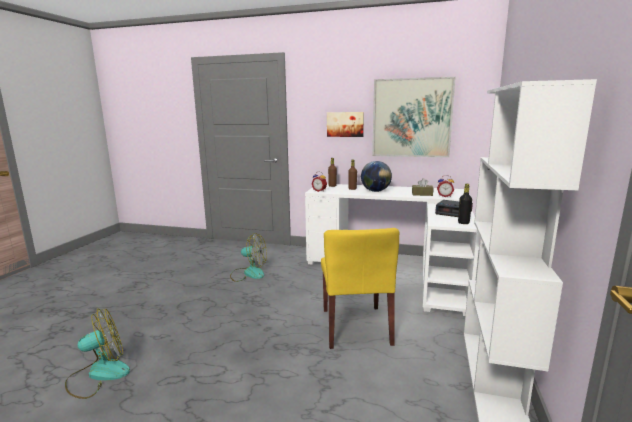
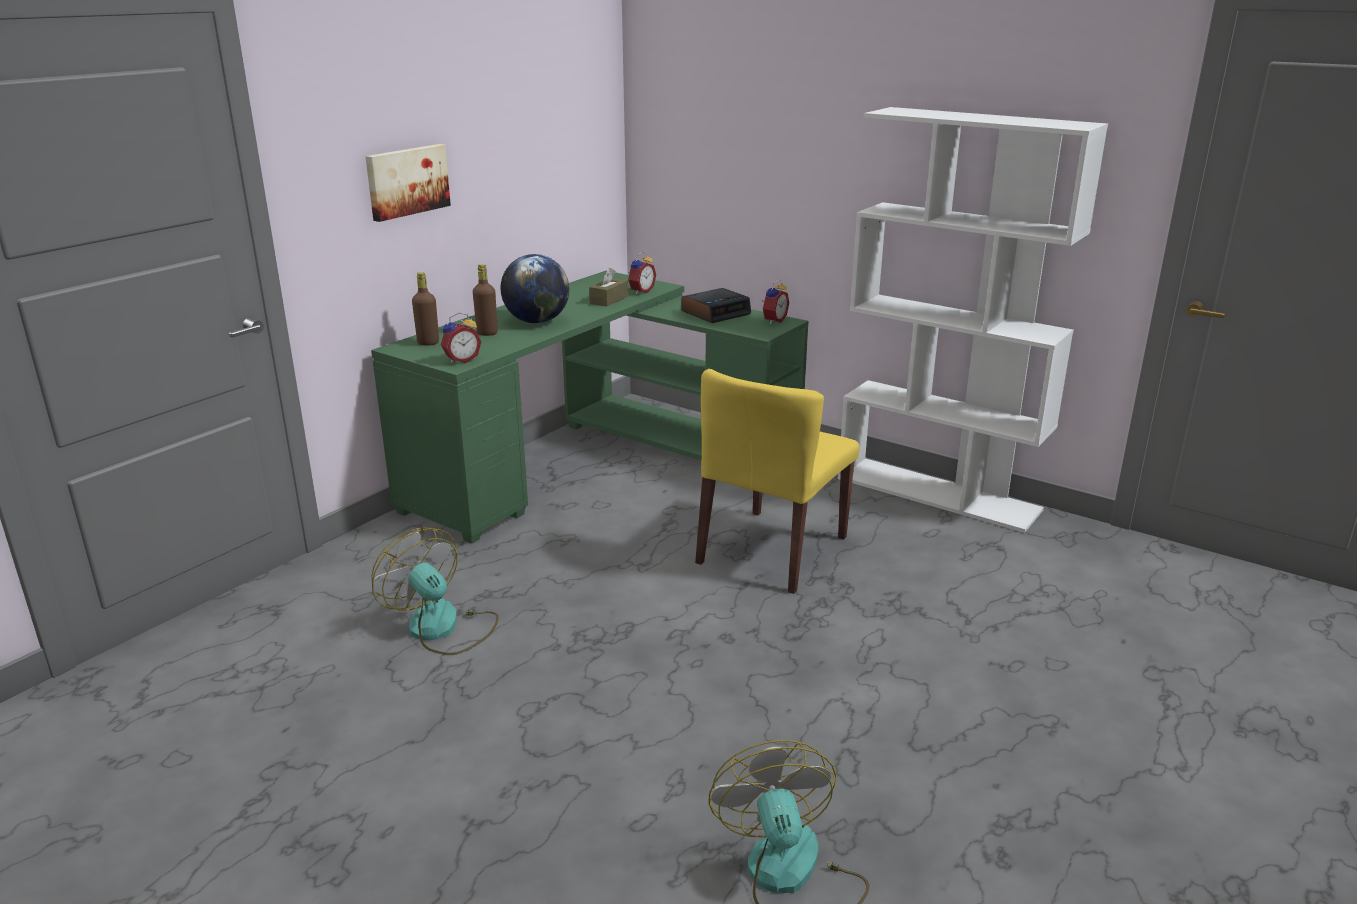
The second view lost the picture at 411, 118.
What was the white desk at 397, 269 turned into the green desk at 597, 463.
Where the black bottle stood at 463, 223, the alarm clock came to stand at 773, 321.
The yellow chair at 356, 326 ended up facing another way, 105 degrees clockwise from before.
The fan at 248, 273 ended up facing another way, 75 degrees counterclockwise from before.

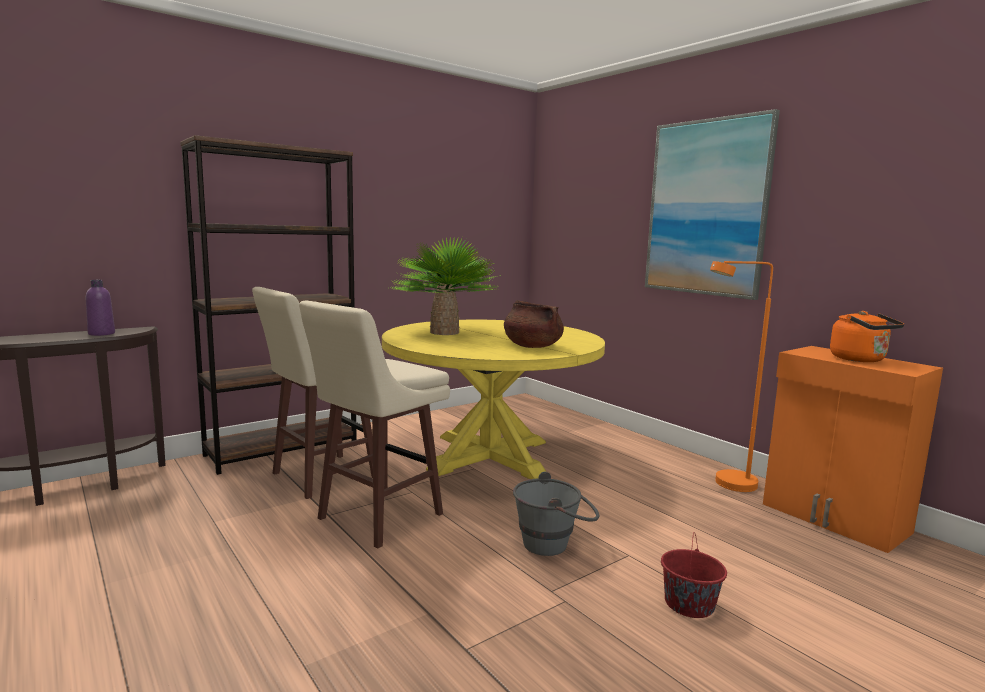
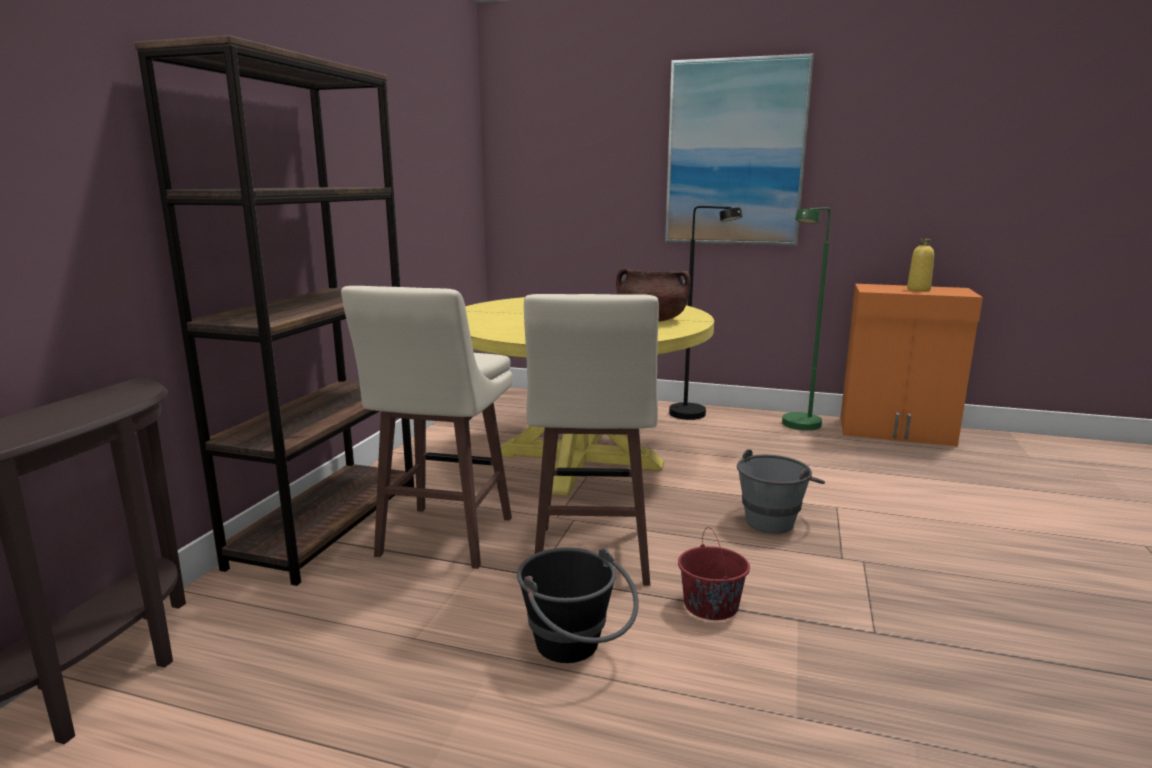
The second view lost the potted plant at 444, 332.
What was the orange floor lamp at 727, 485 turned into the green floor lamp at 798, 427.
The second view lost the purple bottle at 101, 333.
Where the orange kettle stood at 861, 360, the yellow bottle came to stand at 918, 289.
The red bucket ended up elsewhere, having gone from 689, 604 to 711, 606.
The second view gained the black floor lamp at 695, 416.
The second view gained the black bucket at 576, 649.

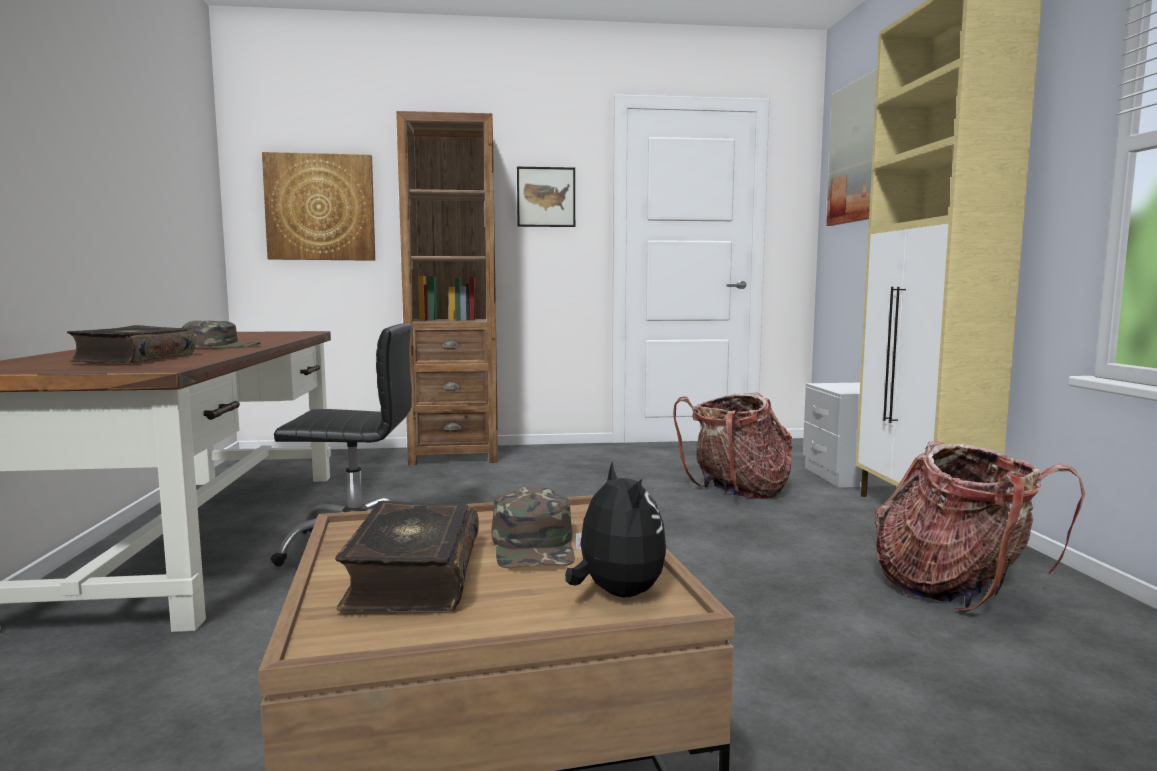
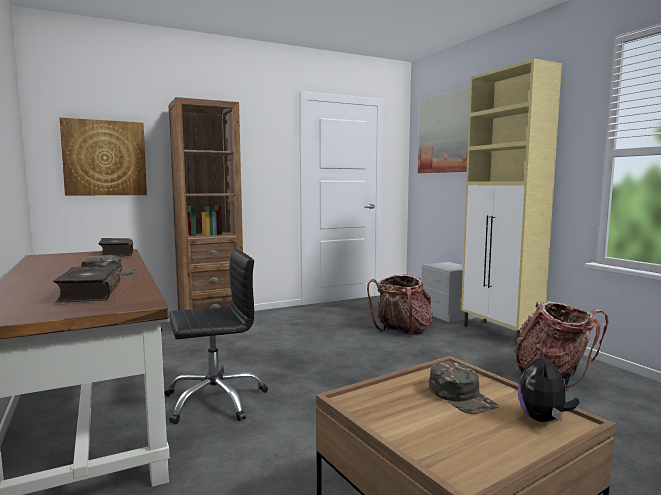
The second view lost the picture at 546, 197.
The plush toy at 615, 593 ended up facing another way, 120 degrees counterclockwise from before.
The book ended up elsewhere, having gone from 412, 576 to 116, 254.

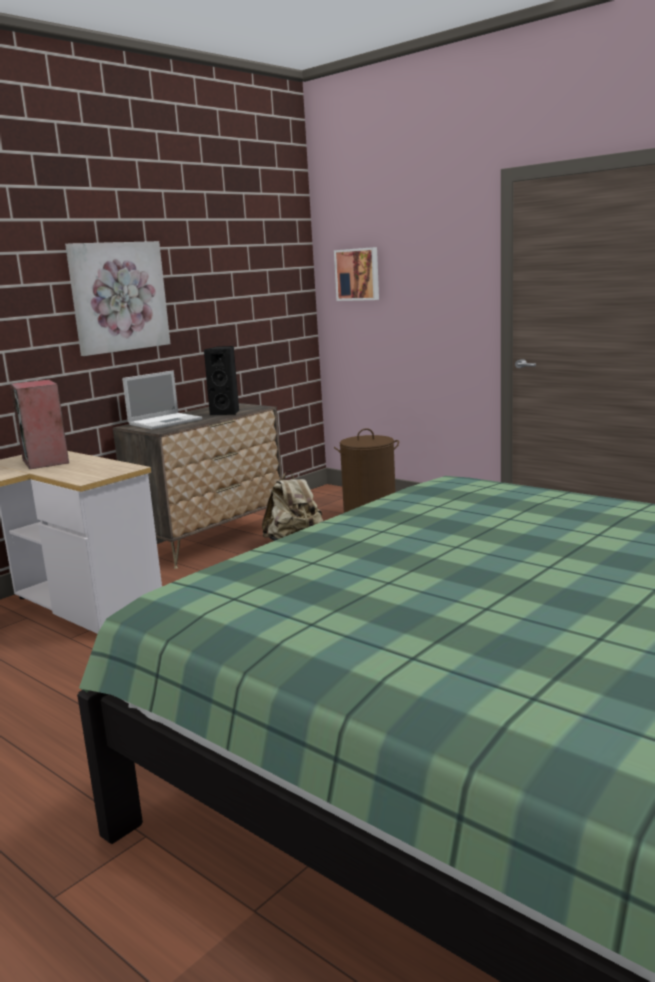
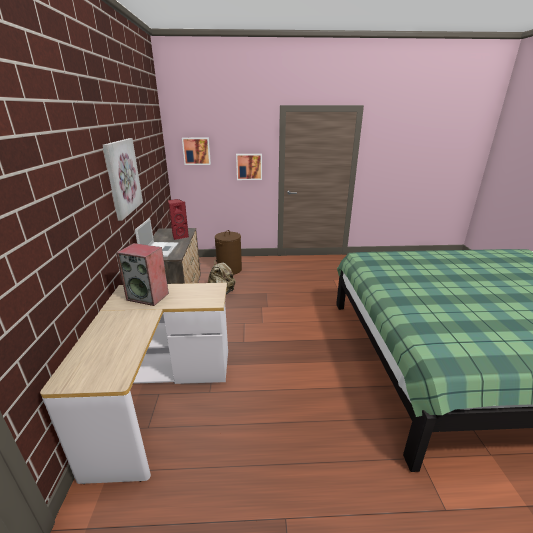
What was the black speaker at 227, 412 turned into the red speaker at 179, 236.
The second view gained the picture at 249, 166.

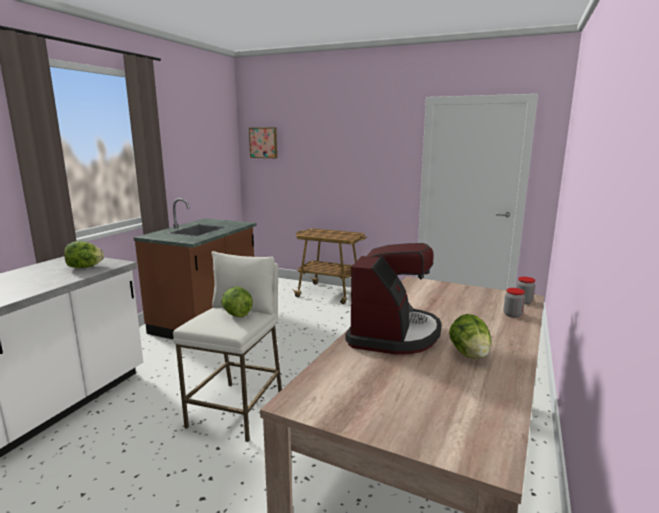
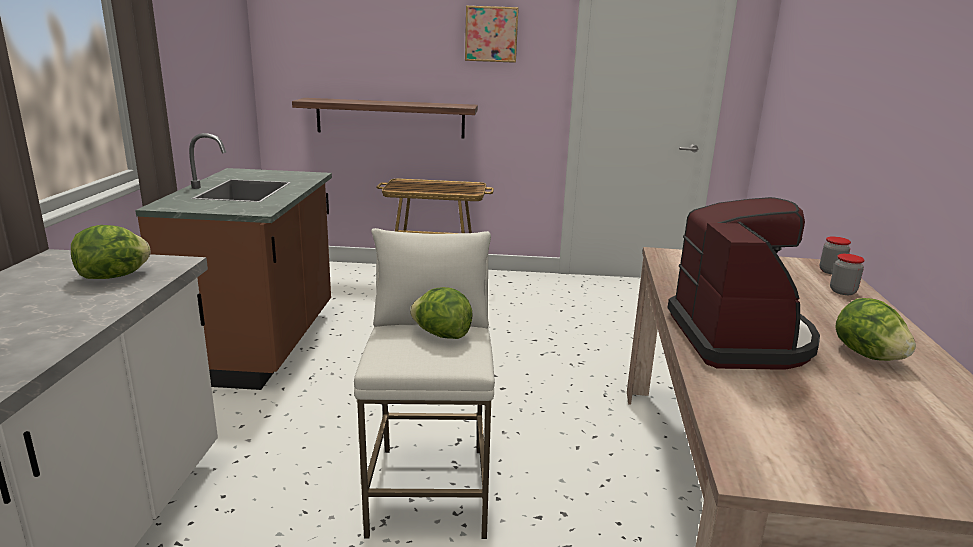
The picture ended up elsewhere, having gone from 264, 142 to 491, 34.
The second view gained the shelf at 390, 118.

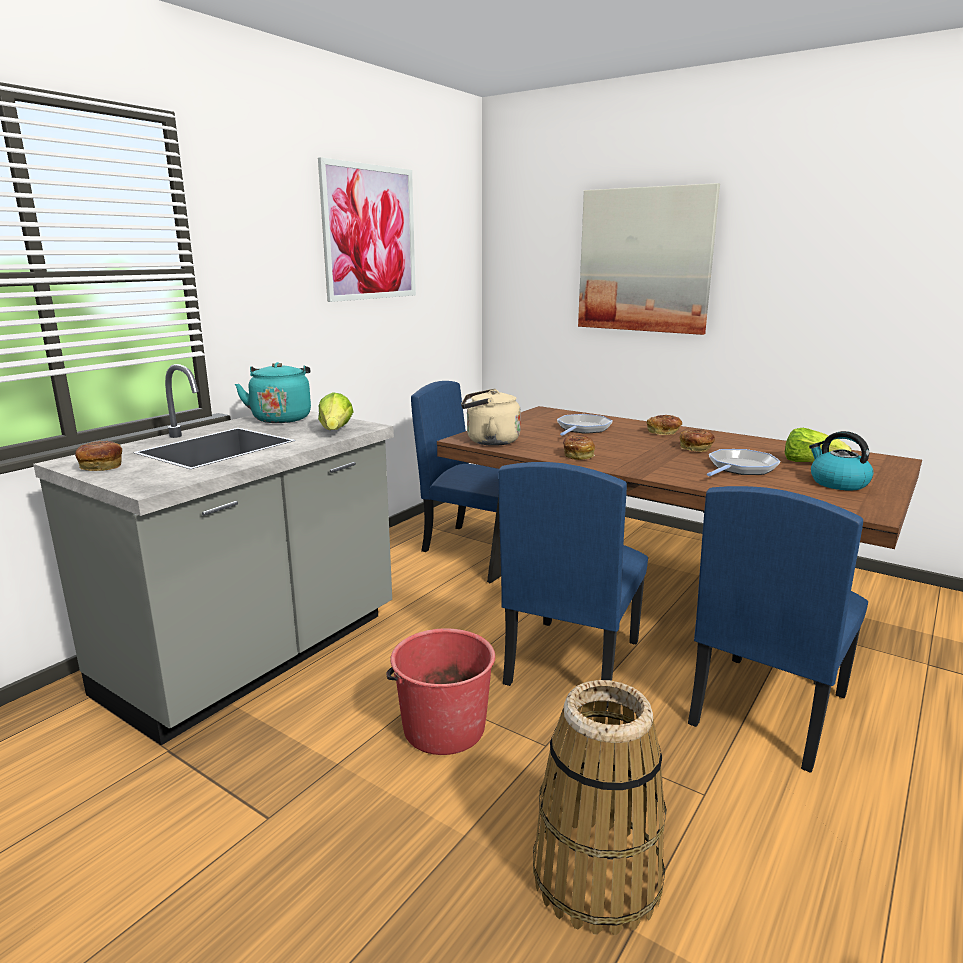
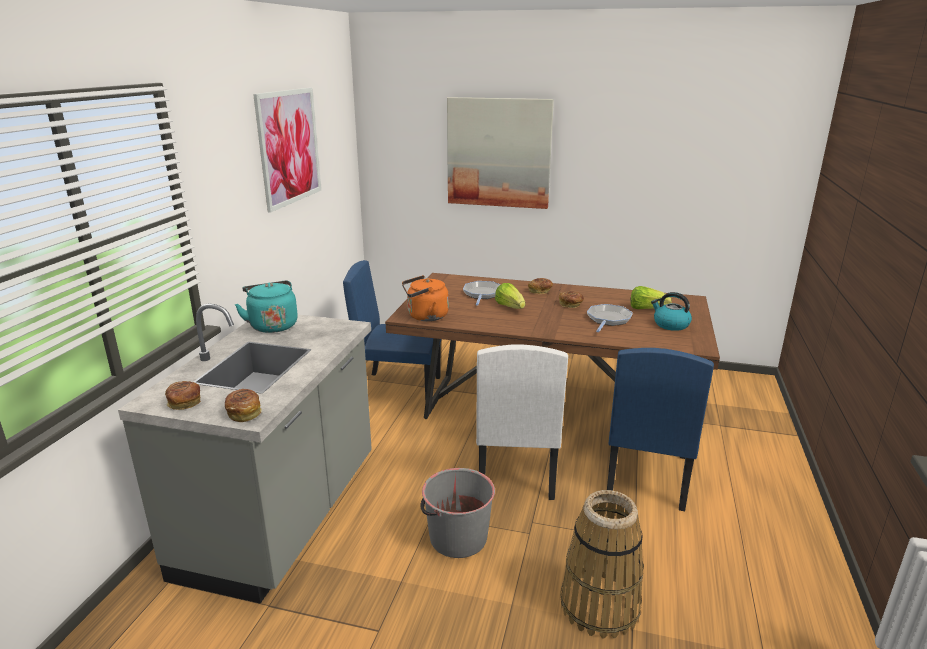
What was the beige kettle at 489, 441 turned into the orange kettle at 425, 316.
The lettuce ended up elsewhere, having gone from 335, 431 to 510, 307.
The bread ended up elsewhere, having gone from 578, 455 to 244, 413.
What was the blue chair at 571, 662 turned into the white chair at 515, 470.
What was the red bucket at 443, 728 turned into the grey bucket at 457, 538.

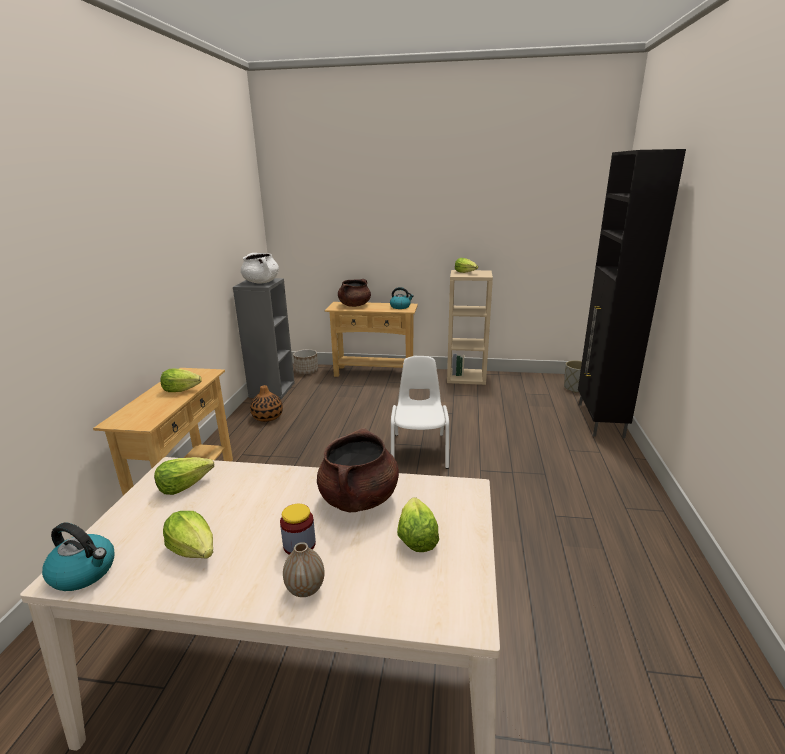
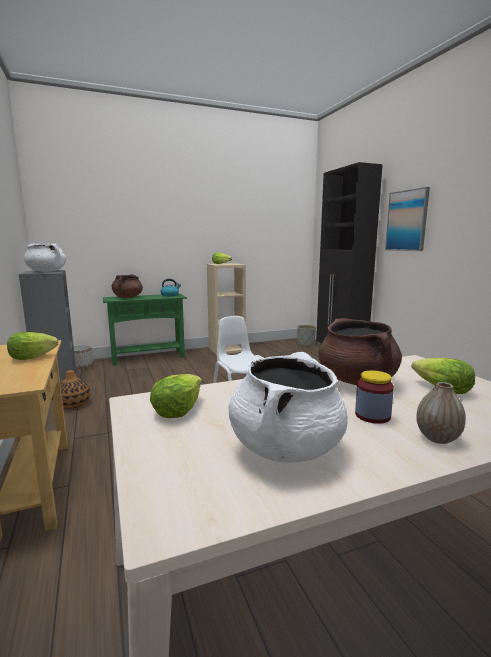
What was the beige console table at 374, 373 turned into the green console table at 148, 357.
Where the lettuce stood at 194, 549, the white cooking pot came to stand at 286, 447.
The second view lost the kettle at 84, 572.
The second view gained the picture at 407, 221.

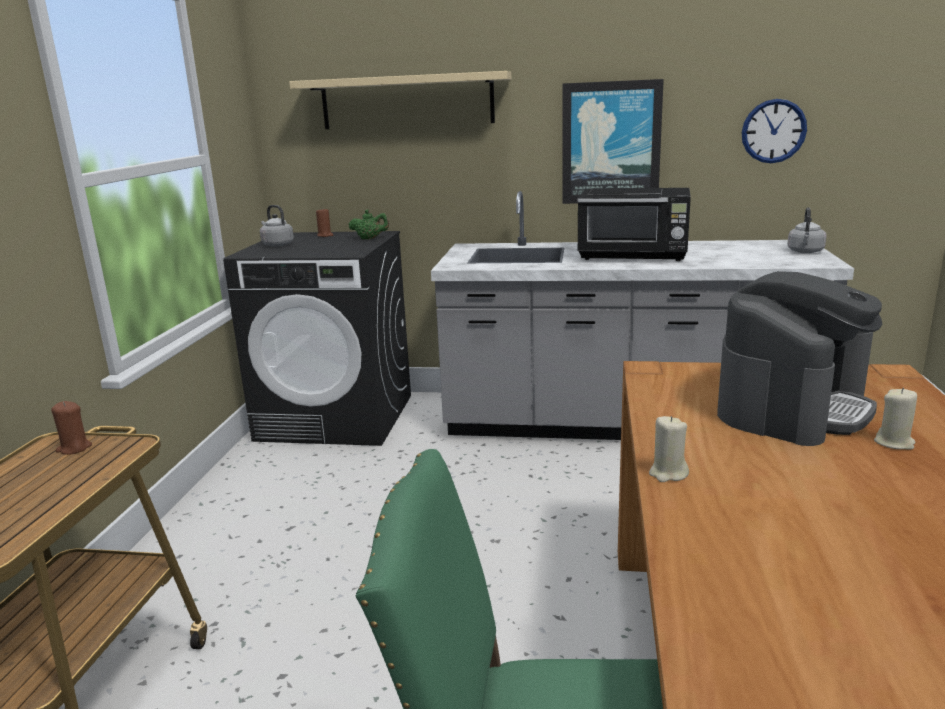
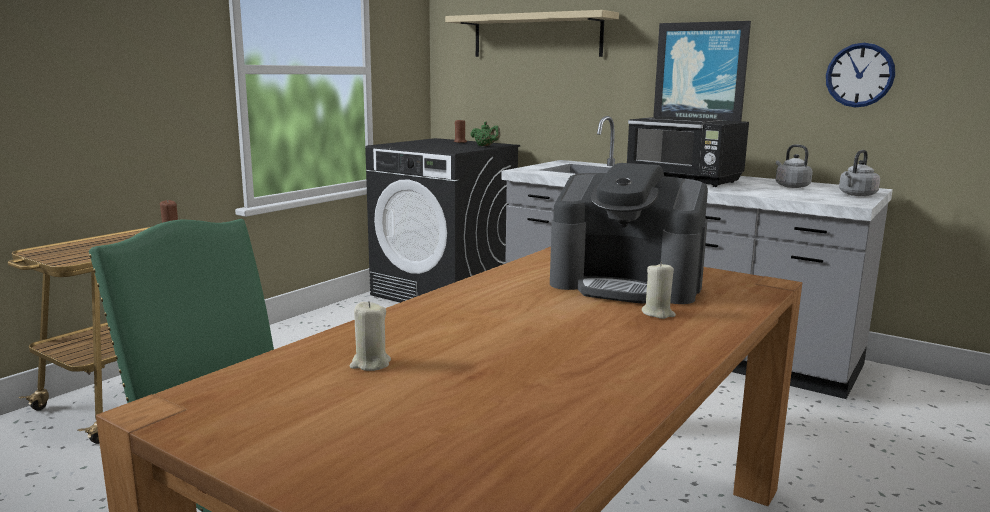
The grey kettle ended up elsewhere, having gone from 276, 245 to 790, 186.
The coffee machine at 792, 407 ended up facing another way, 45 degrees clockwise from before.
The beige candle ended up elsewhere, having gone from 668, 473 to 370, 364.

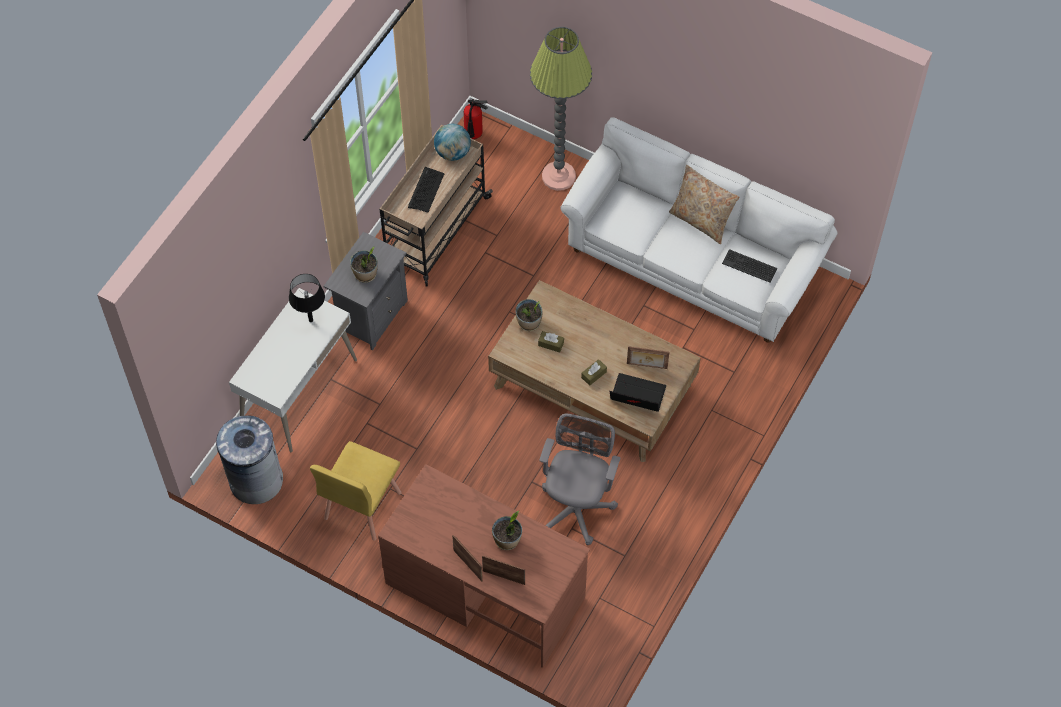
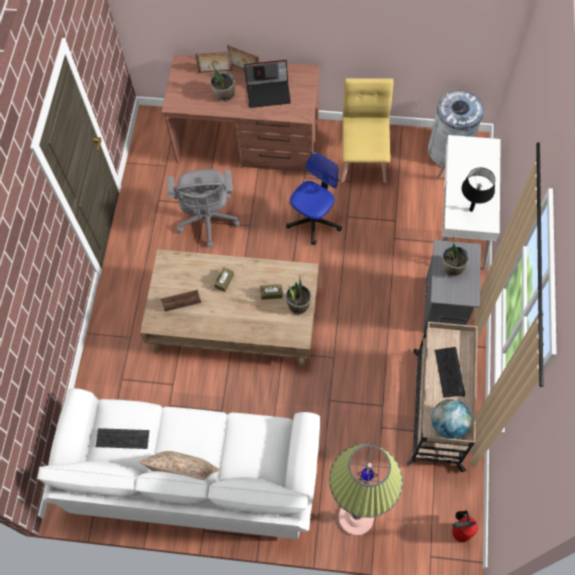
The laptop ended up elsewhere, having gone from 636, 396 to 269, 92.
The second view gained the office chair at 313, 220.

